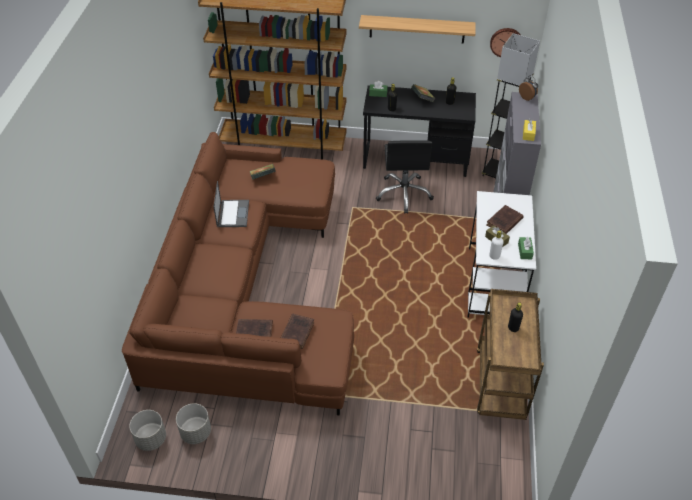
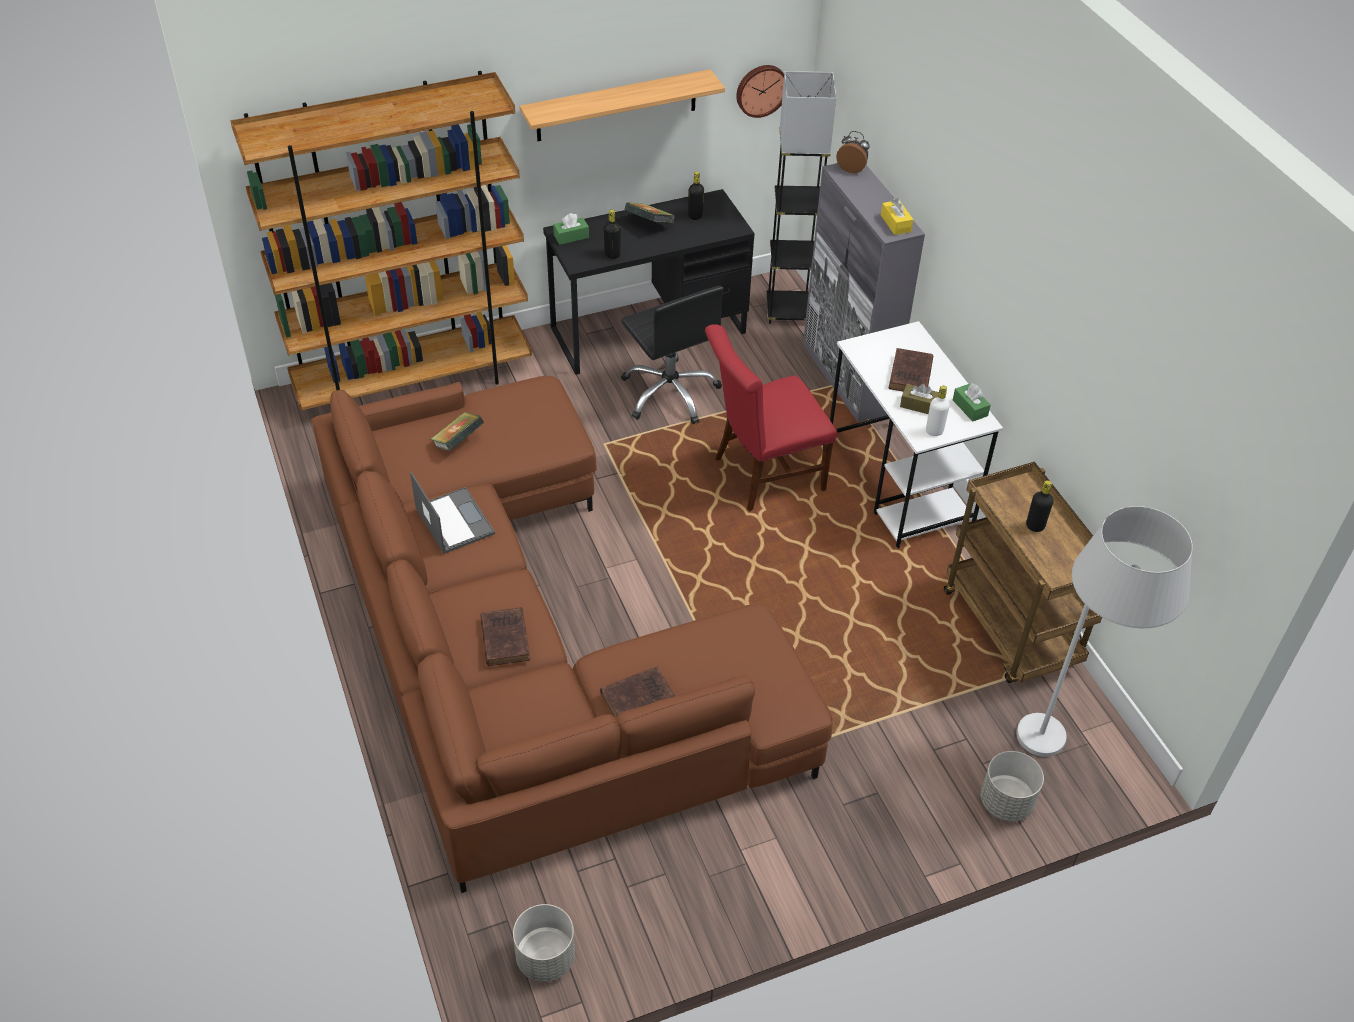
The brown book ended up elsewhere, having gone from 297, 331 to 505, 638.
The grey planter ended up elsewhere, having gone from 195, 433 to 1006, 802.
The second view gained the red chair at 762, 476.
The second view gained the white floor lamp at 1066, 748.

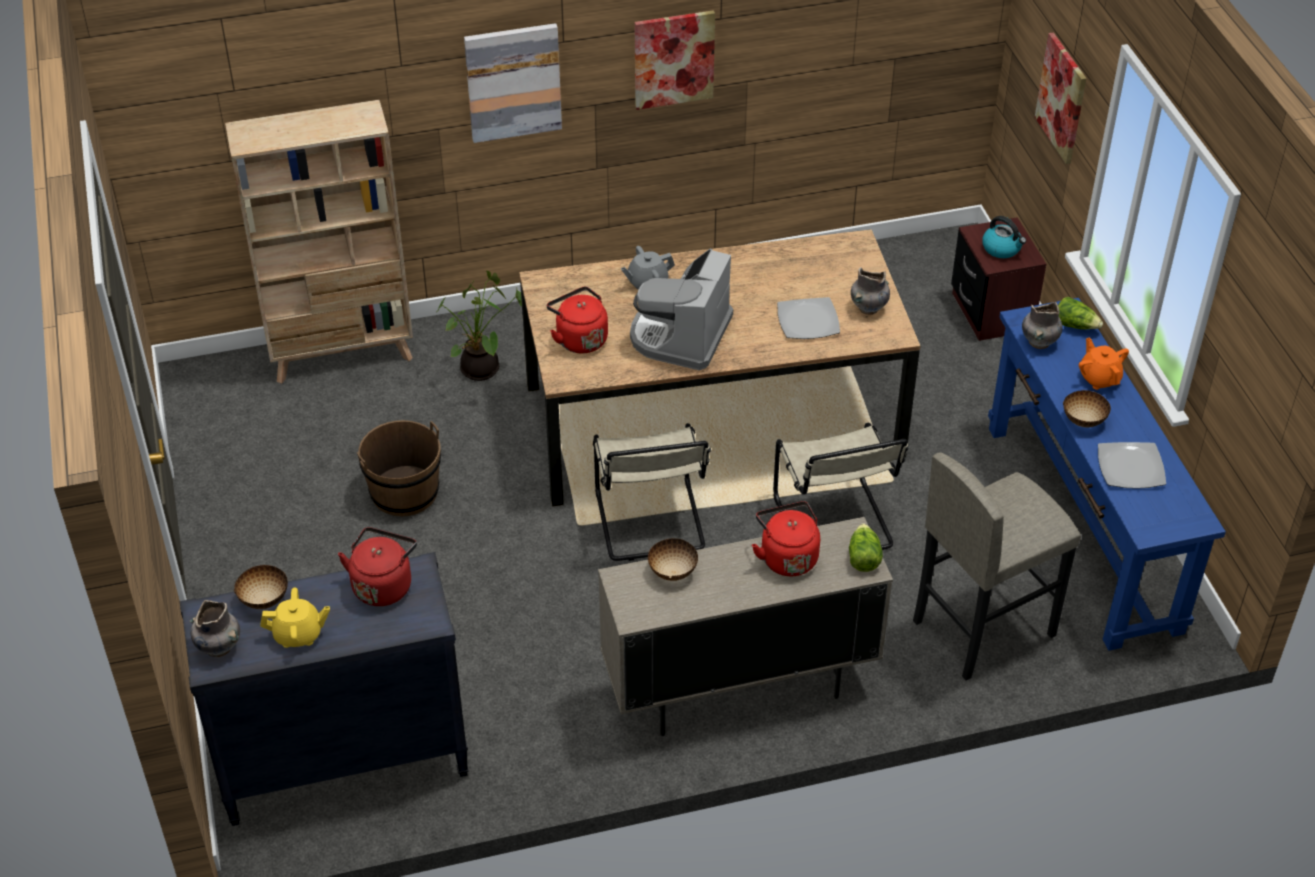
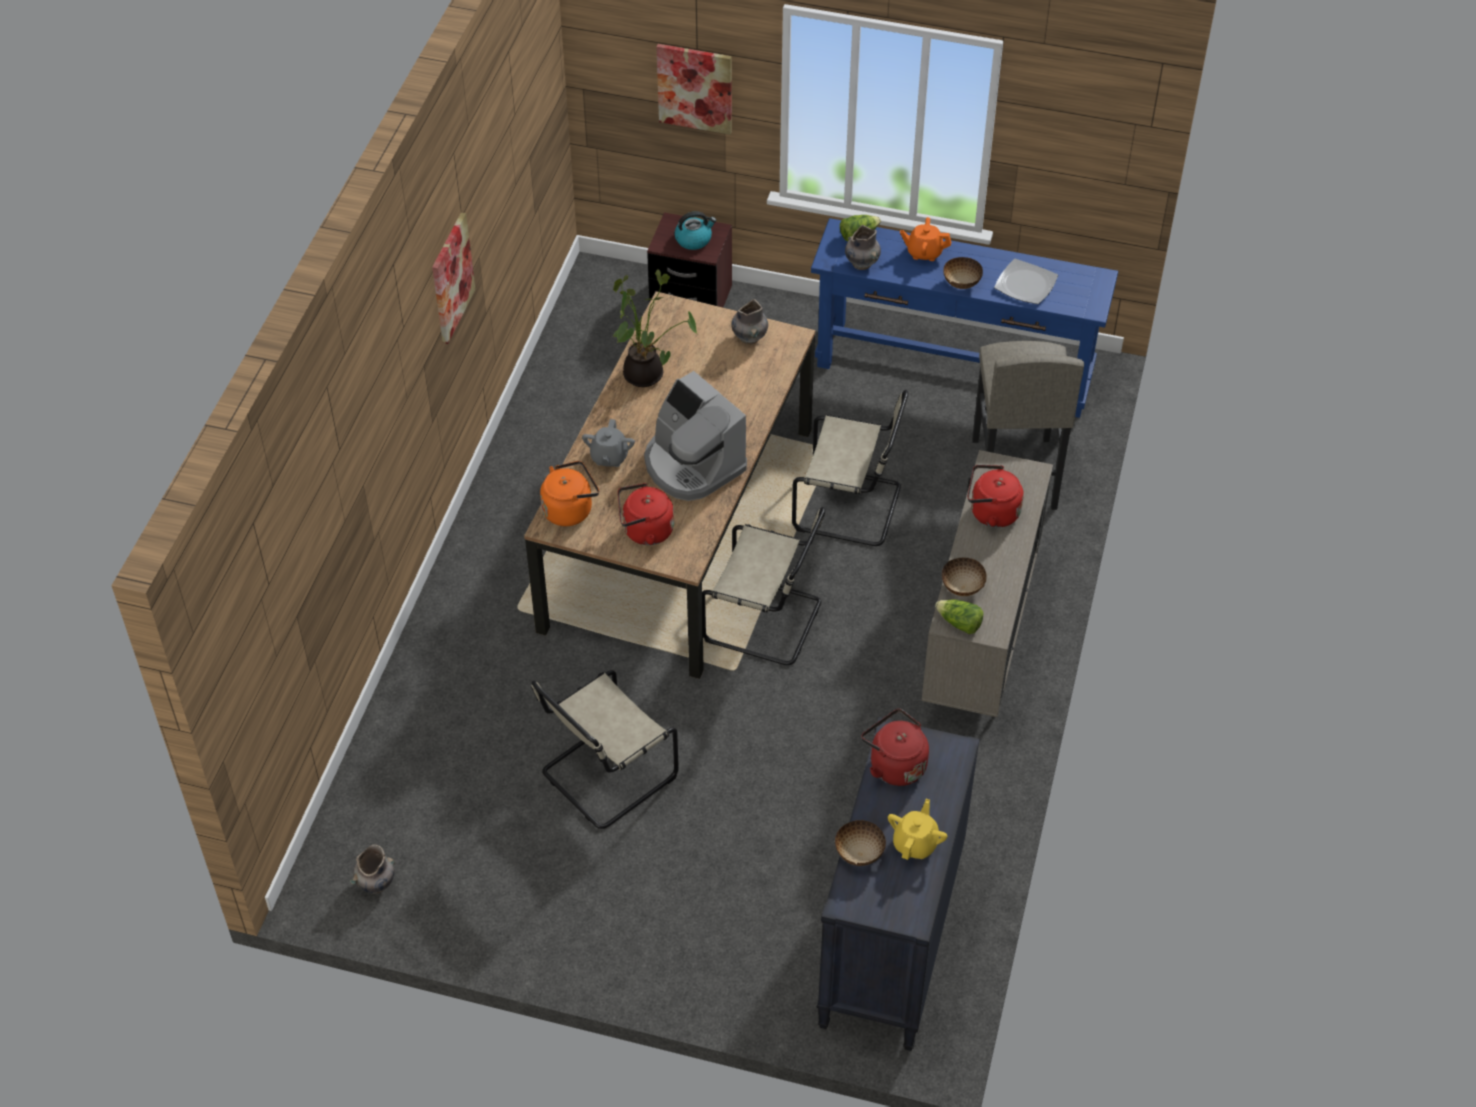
The second view lost the picture at 513, 82.
The second view lost the beige bookcase at 342, 353.
The potted plant ended up elsewhere, having gone from 482, 371 to 647, 374.
The second view lost the plate at 807, 320.
Where the brown bucket stood at 404, 492, the beige chair came to stand at 605, 776.
The lettuce ended up elsewhere, having gone from 863, 557 to 959, 623.
The grey vase ended up elsewhere, having gone from 218, 647 to 376, 884.
The second view gained the orange kettle at 570, 509.

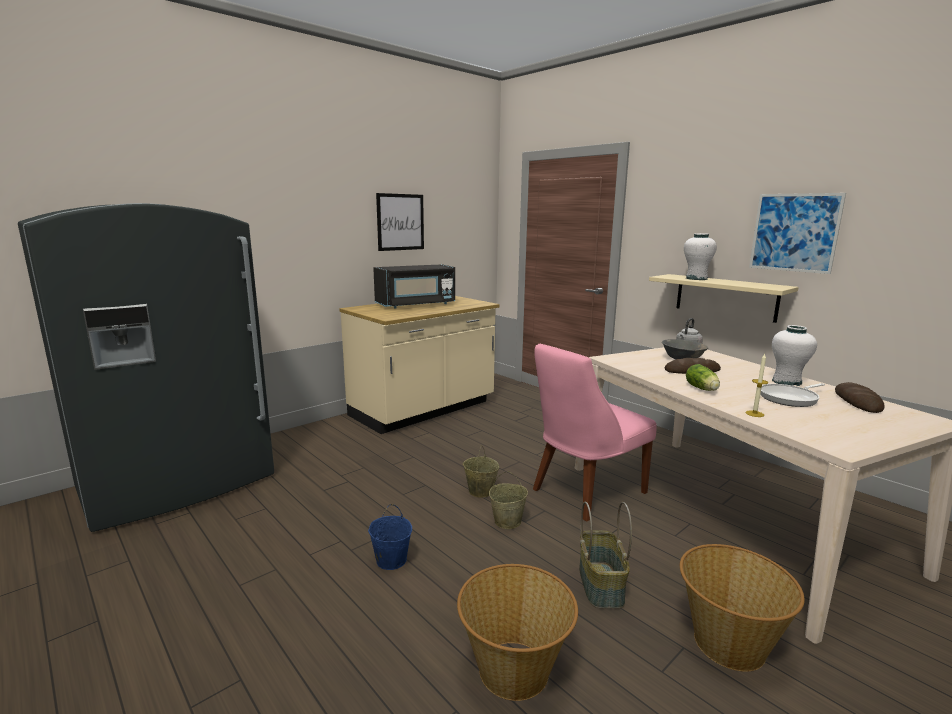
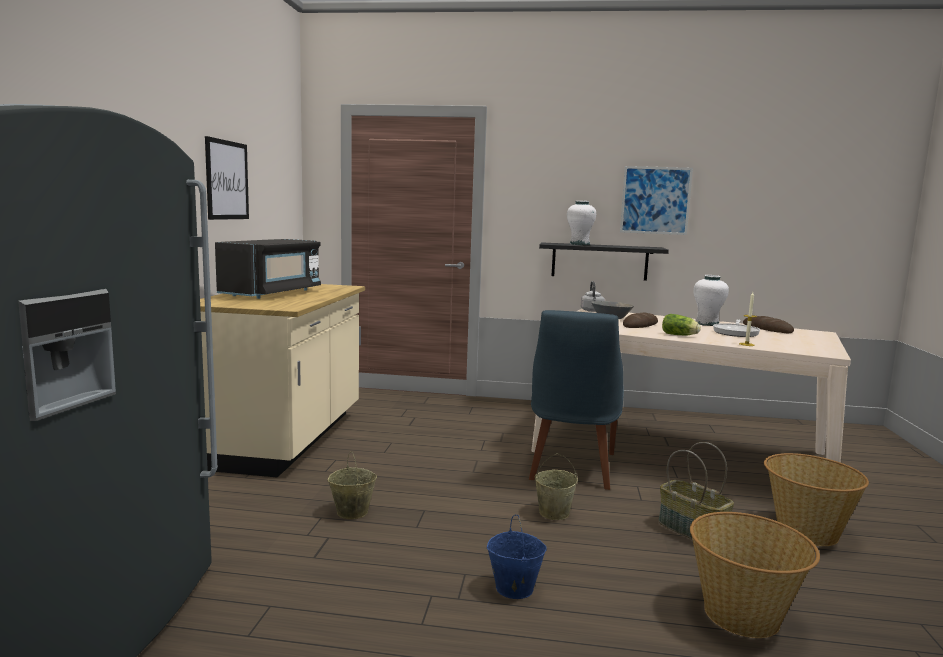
What was the beige shelf at 725, 297 turned into the black shelf at 599, 261.
What was the pink chair at 584, 492 turned into the blue chair at 571, 468.
The beige bucket ended up elsewhere, having gone from 480, 491 to 351, 512.

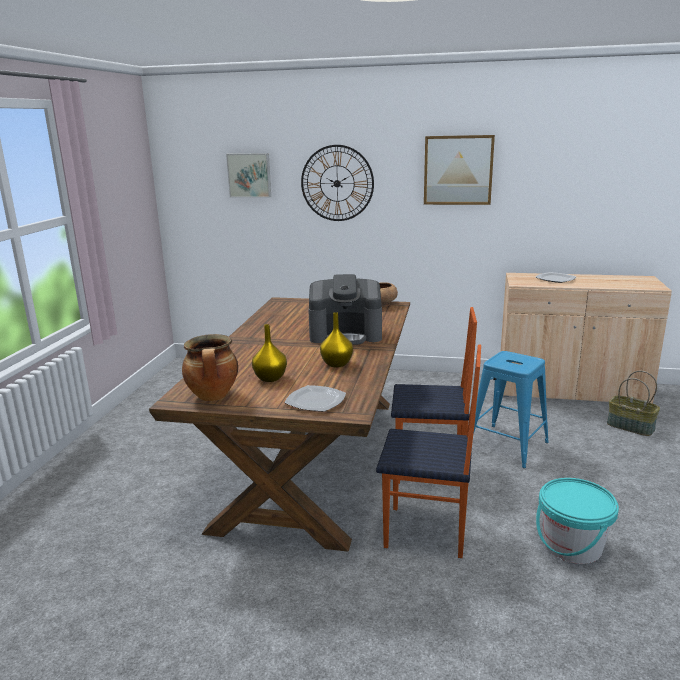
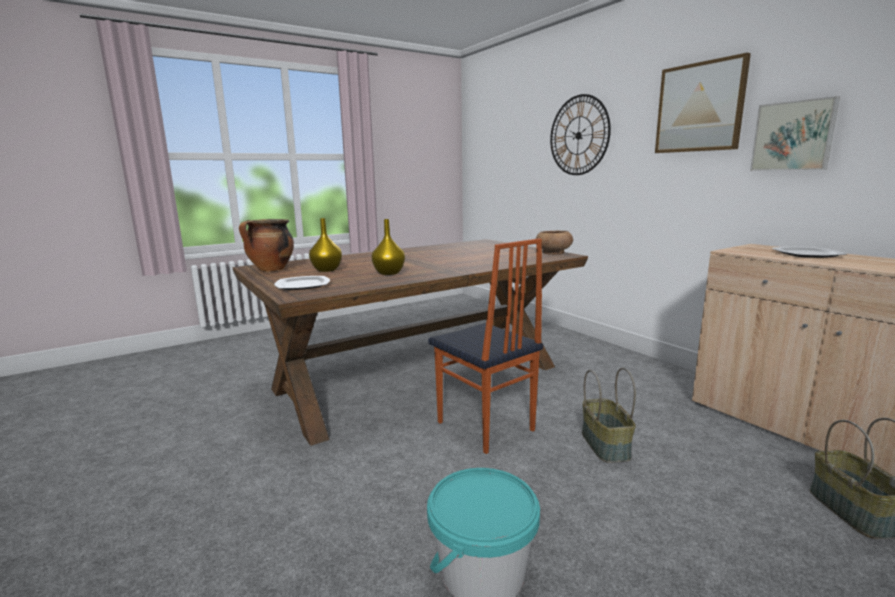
The picture ended up elsewhere, having gone from 249, 175 to 793, 136.
The second view lost the coffee machine at 346, 335.
The second view lost the chair at 426, 533.
Where the blue stool stood at 507, 446, the basket came to stand at 606, 445.

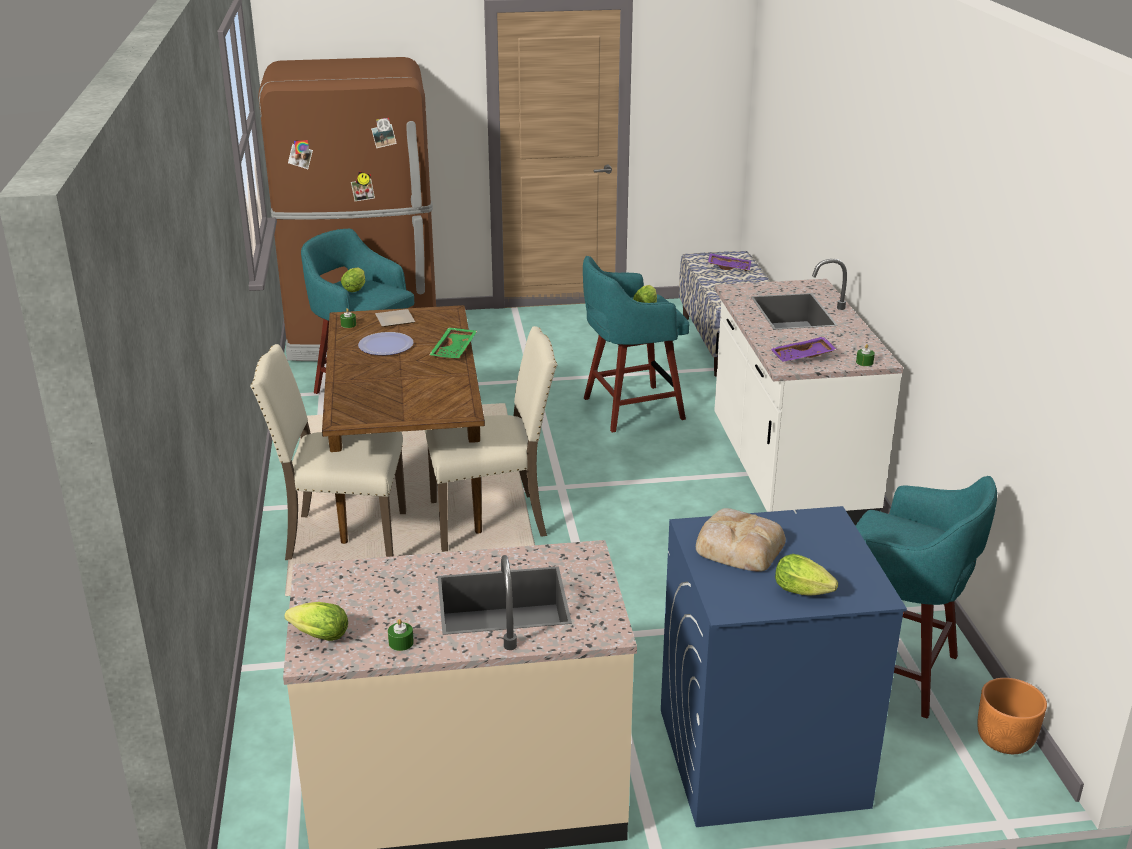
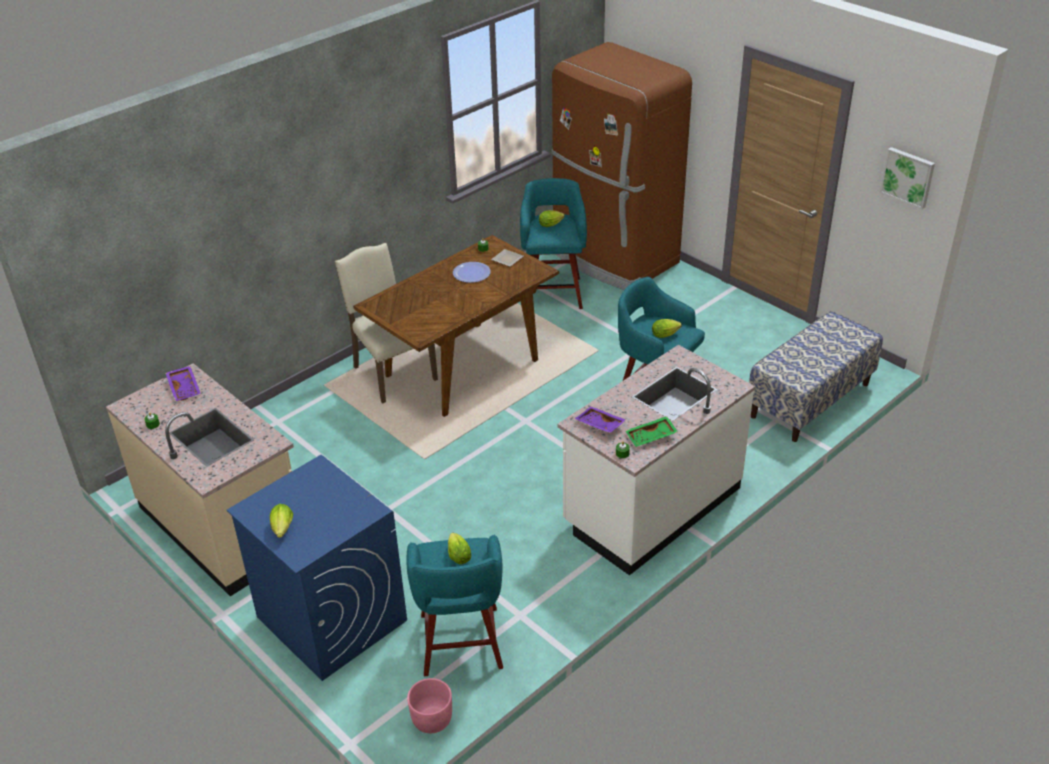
The purple tray ended up elsewhere, having gone from 729, 267 to 185, 388.
The second view lost the beige chair at 491, 520.
The green tray ended up elsewhere, having gone from 454, 350 to 651, 437.
The second view lost the bread at 738, 546.
The lettuce ended up elsewhere, having gone from 316, 635 to 458, 555.
What was the orange planter at 1005, 739 turned into the pink planter at 431, 720.
The second view gained the picture at 908, 177.

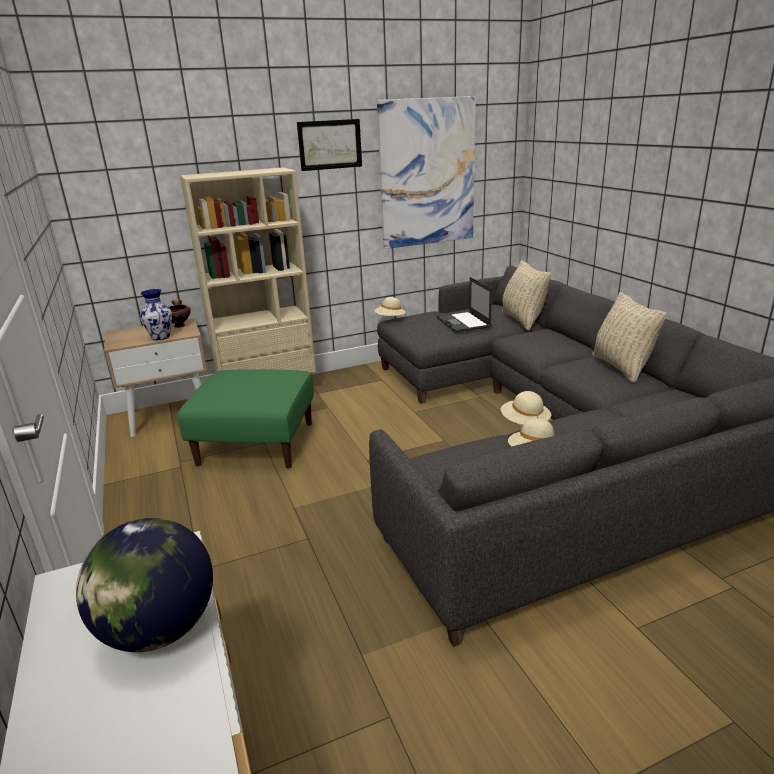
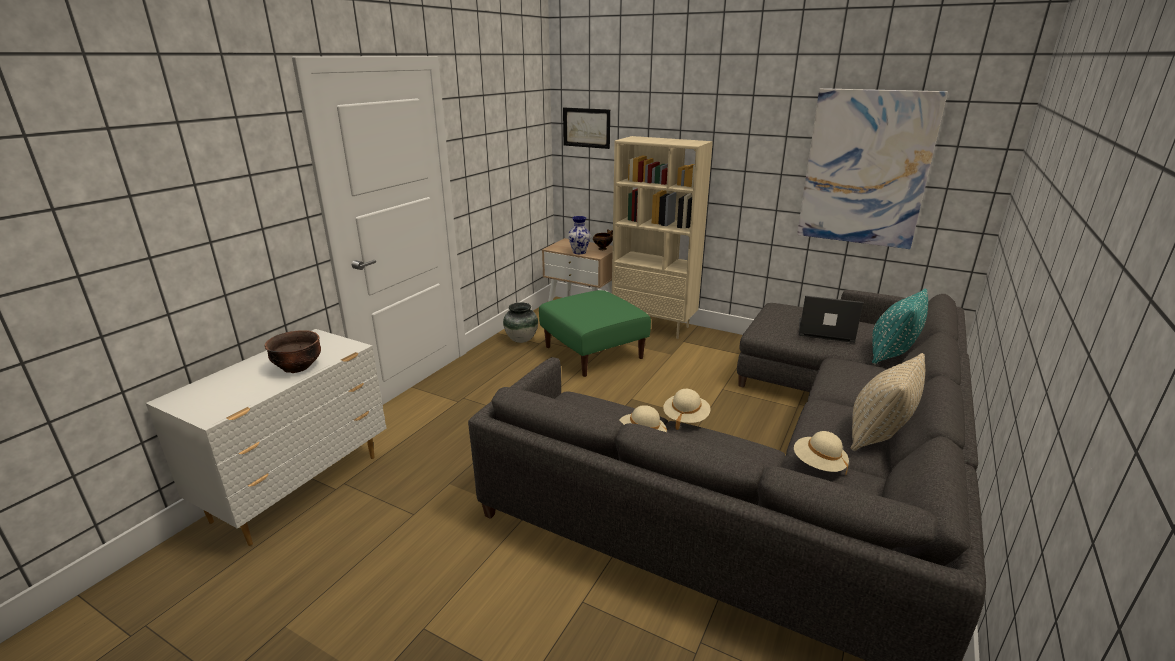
The picture ended up elsewhere, having gone from 330, 144 to 586, 127.
What was the beige pillow at 522, 320 turned into the turquoise pillow at 891, 354.
The laptop at 464, 322 ended up facing another way, 75 degrees clockwise from before.
The beige hat ended up elsewhere, having gone from 390, 319 to 818, 464.
Where the globe stood at 160, 629, the brown bowl came to stand at 297, 367.
The second view gained the vase at 522, 340.

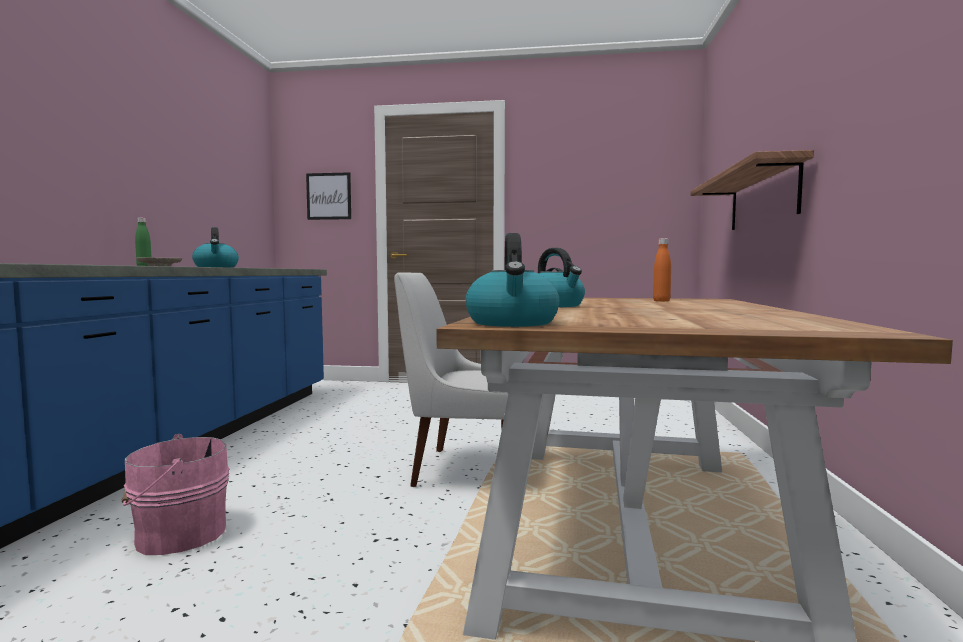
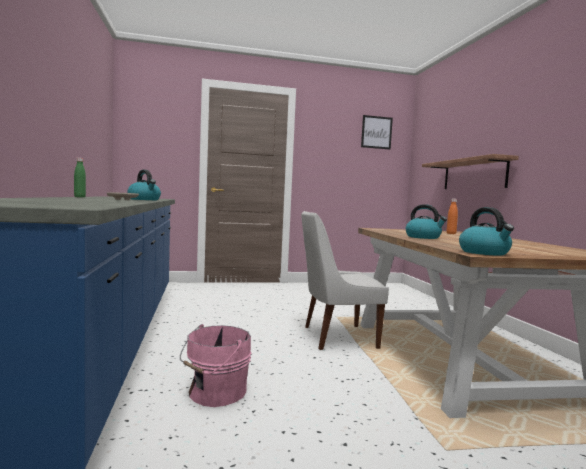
The picture ended up elsewhere, having gone from 329, 196 to 376, 132.

